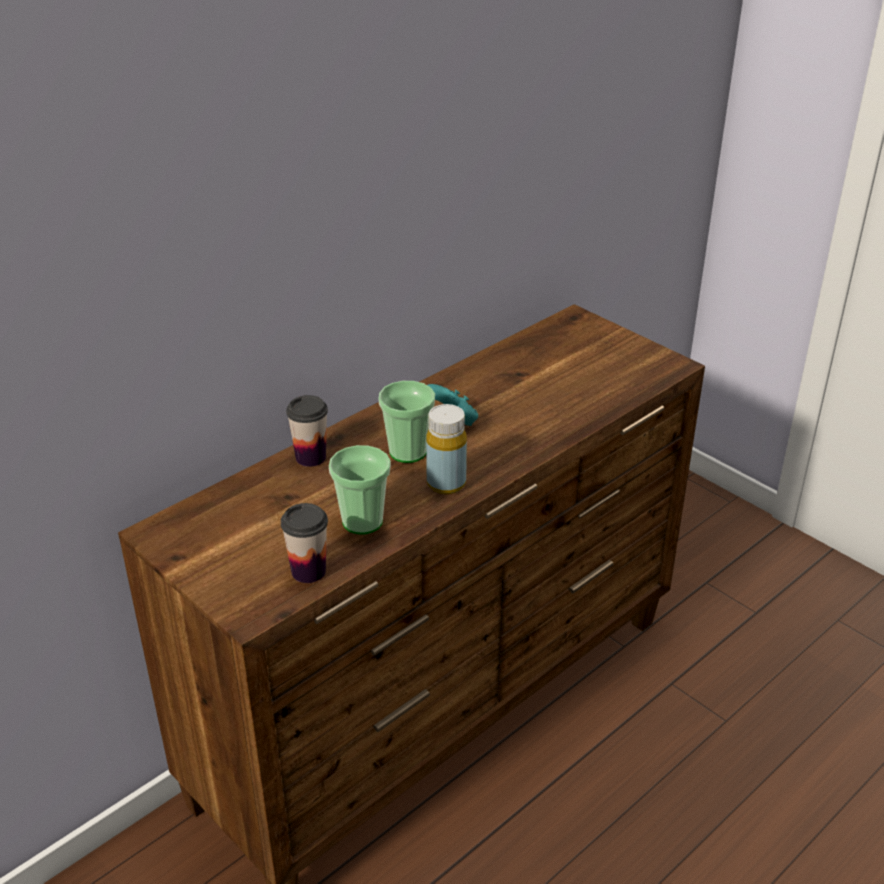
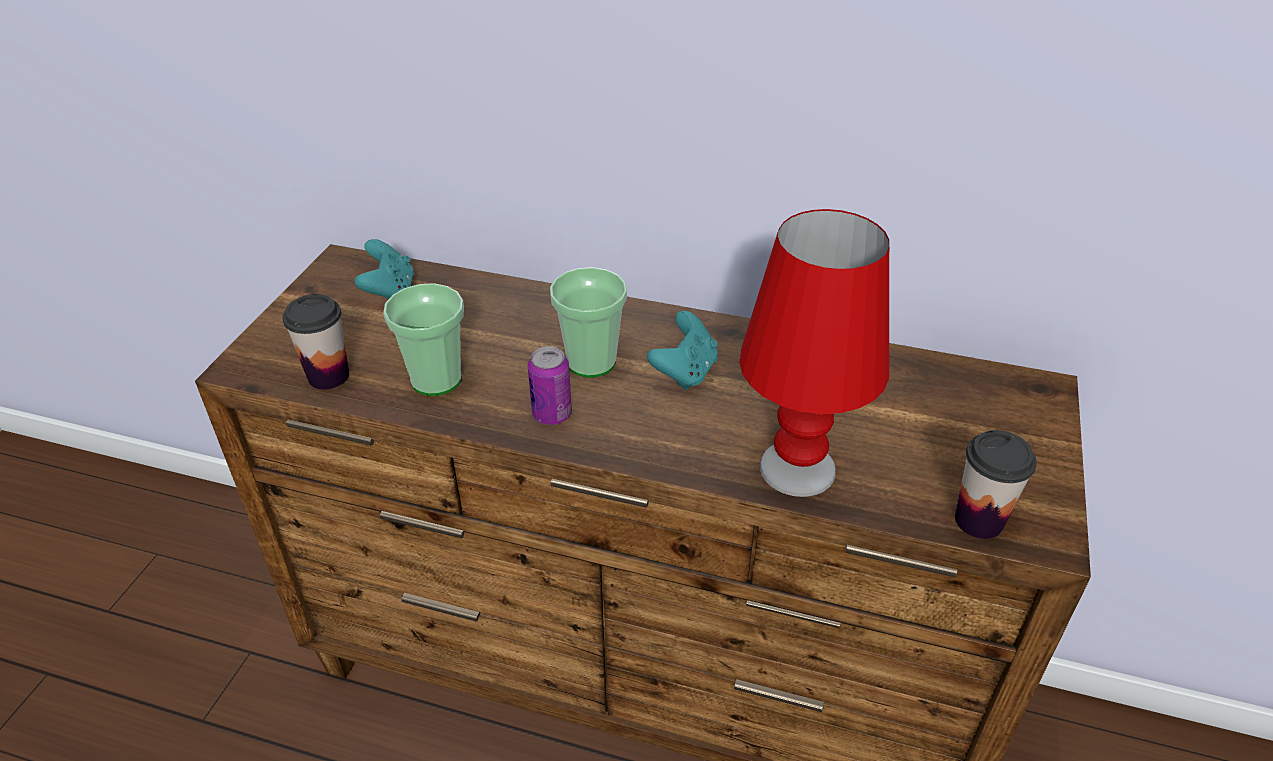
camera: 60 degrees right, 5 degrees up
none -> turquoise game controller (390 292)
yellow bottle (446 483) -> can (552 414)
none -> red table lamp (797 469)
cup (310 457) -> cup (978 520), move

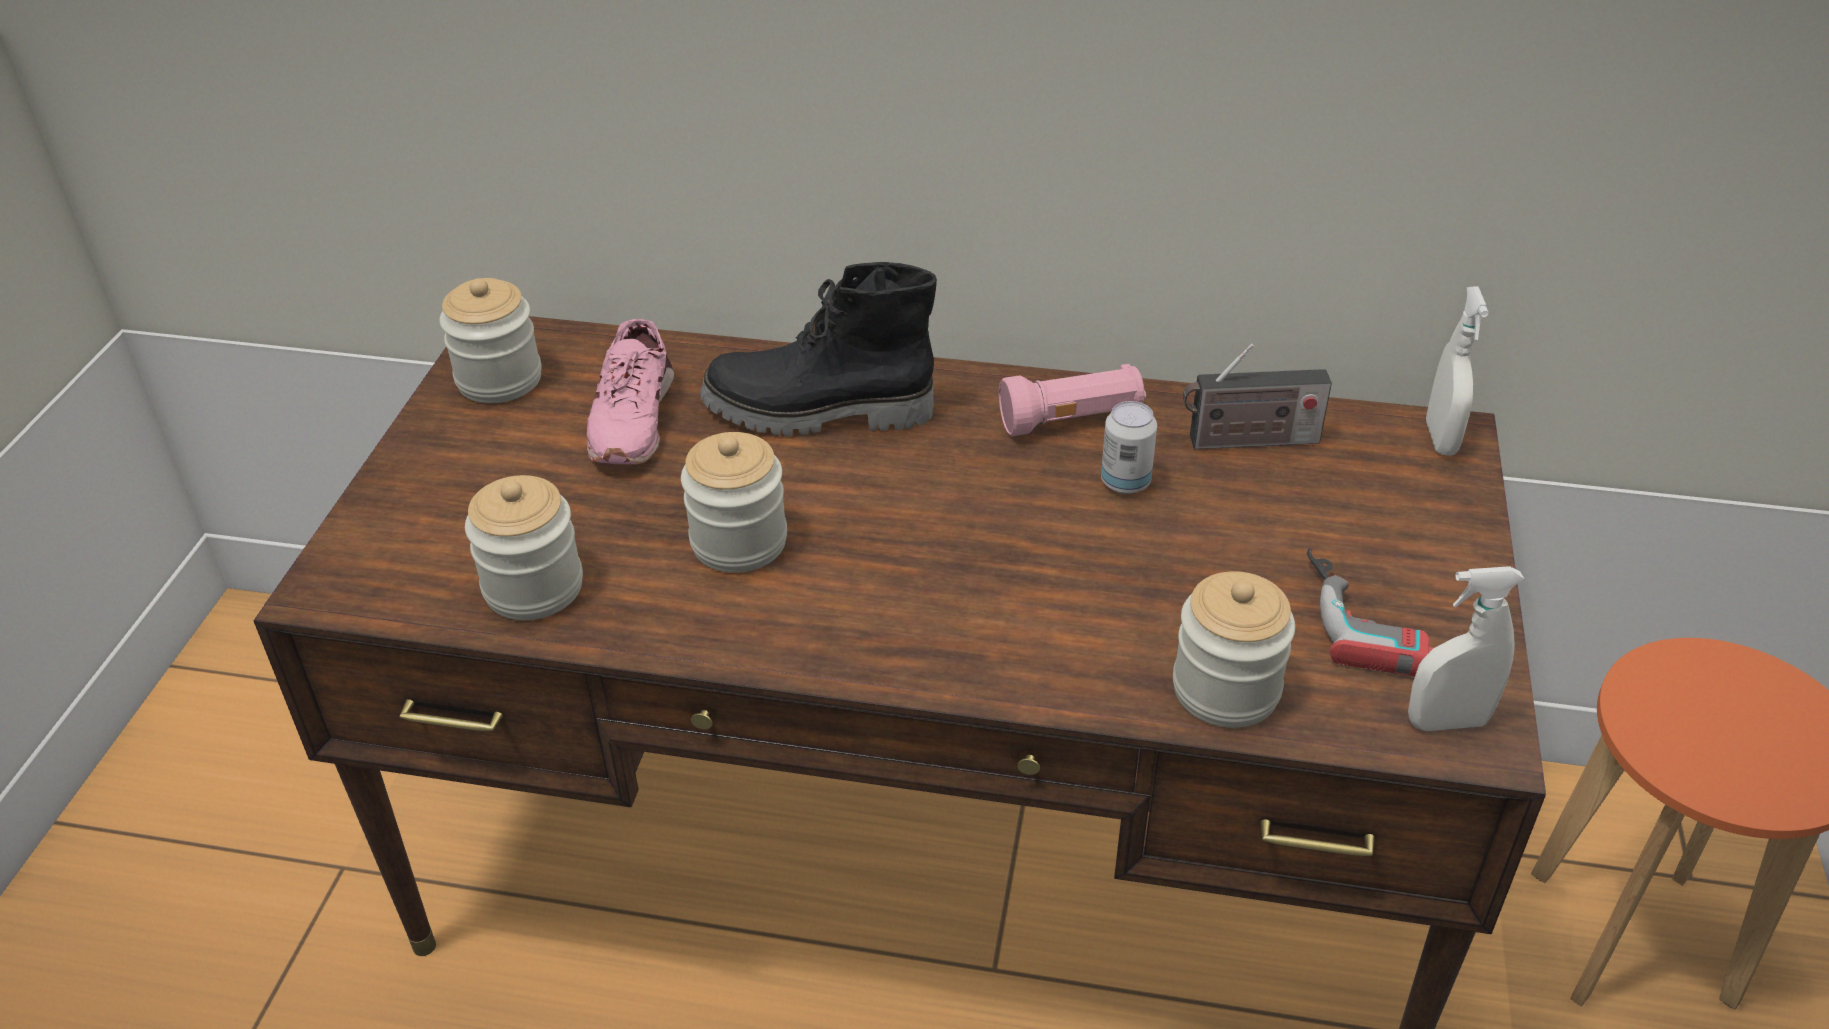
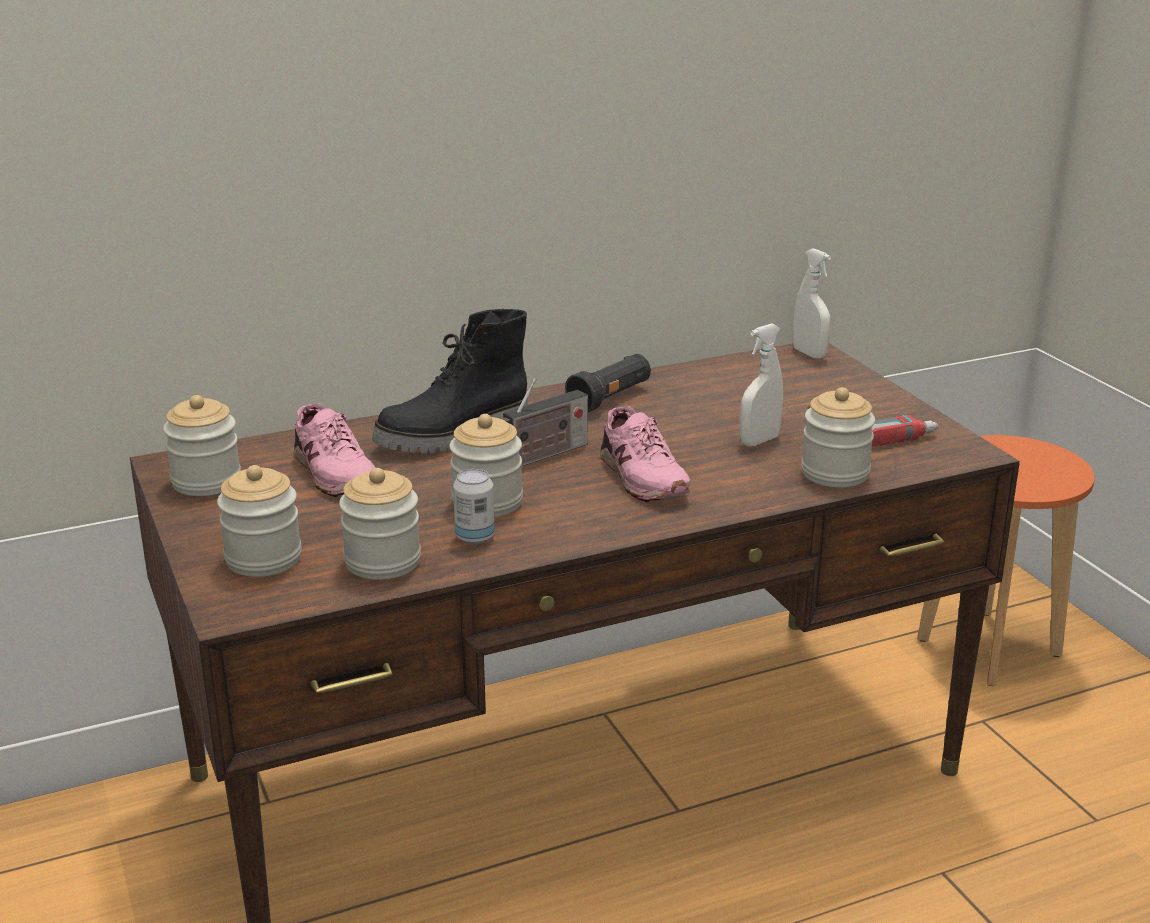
camera: 35 degrees left, 15 degrees down
none -> jar (263 559)
can (1125 482) -> can (475 537), move
radio (1248 441) -> radio (543 455), move
pink flashlight (1072 420) -> black flashlight (610 398)
none -> pink shoe (641 477)
white spray bottle (1447 722) -> white spray bottle (759 441), move

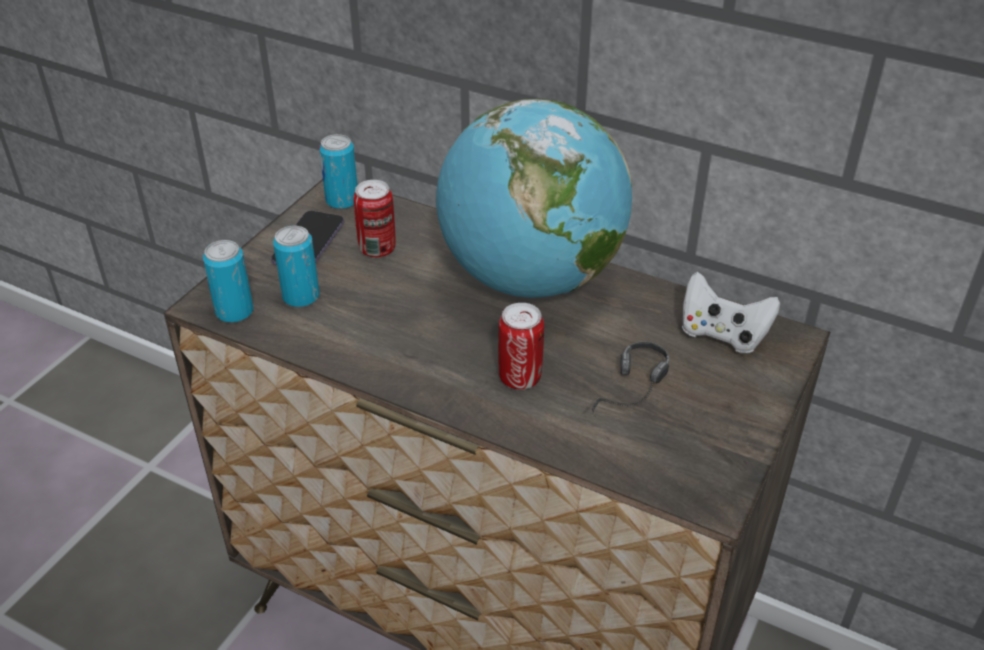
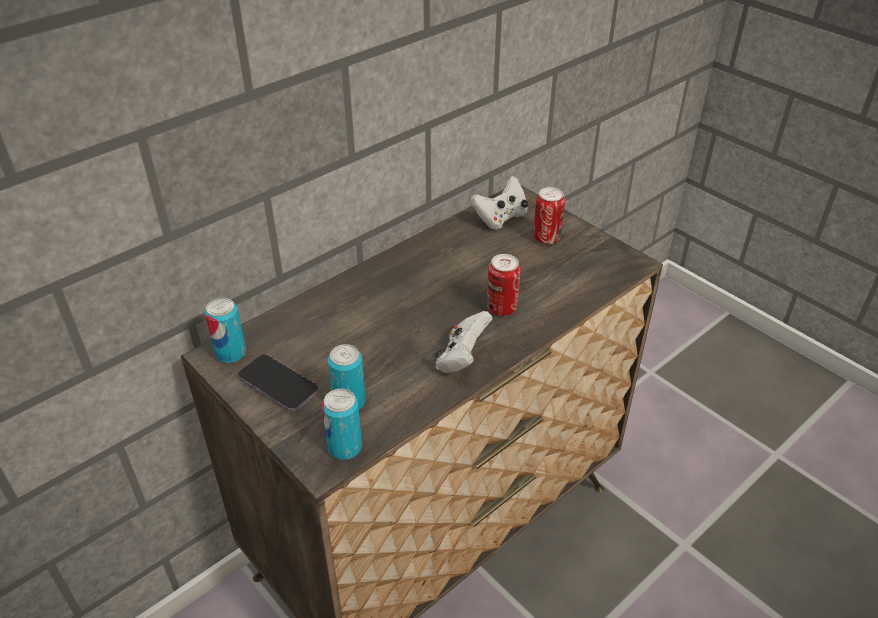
camera: 70 degrees left, 0 degrees up
none -> white game controller (462 358)
can (377 249) -> can (546 238), move
globe (530 279) -> none
headphones (631 396) -> none

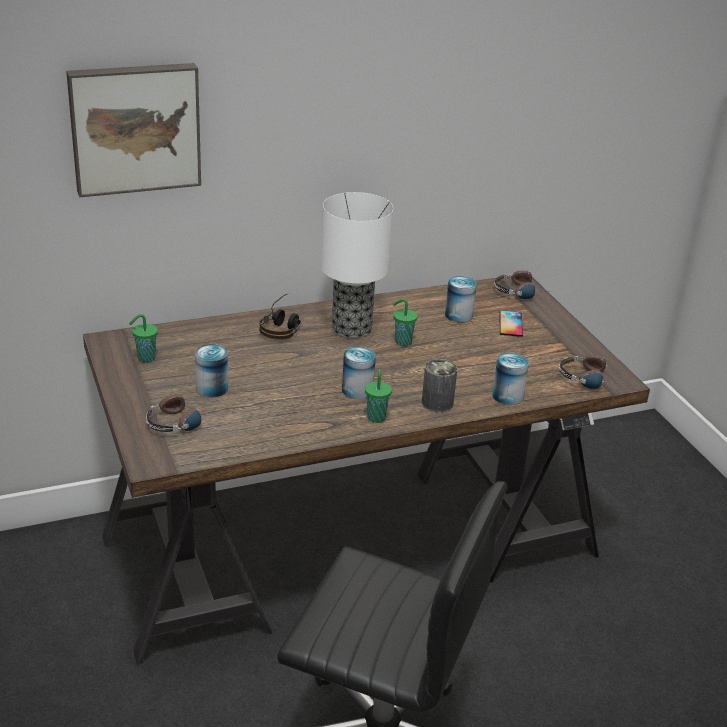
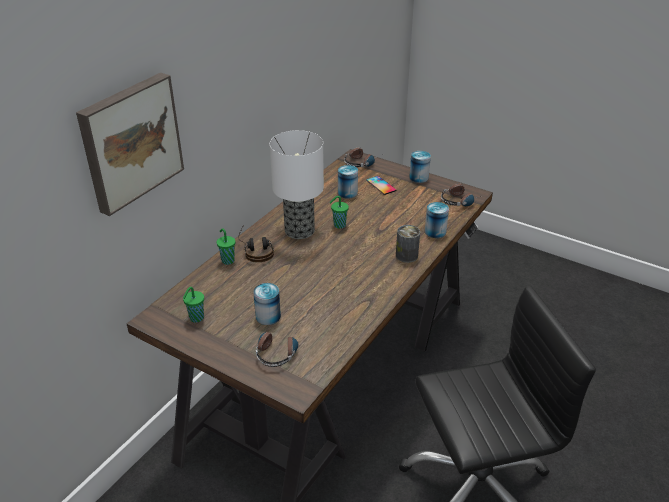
camera: 35 degrees left, 5 degrees up
green cup (376 417) -> green cup (227 260), move
can (357 390) -> can (419 177), move

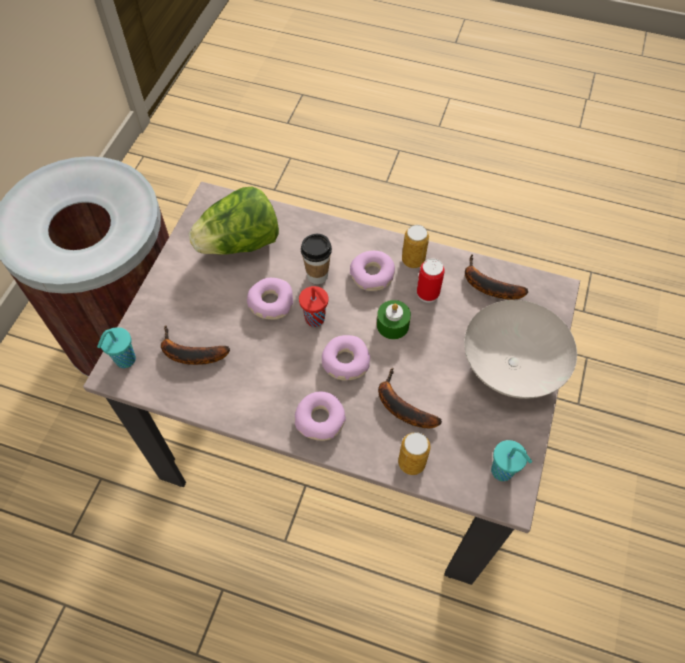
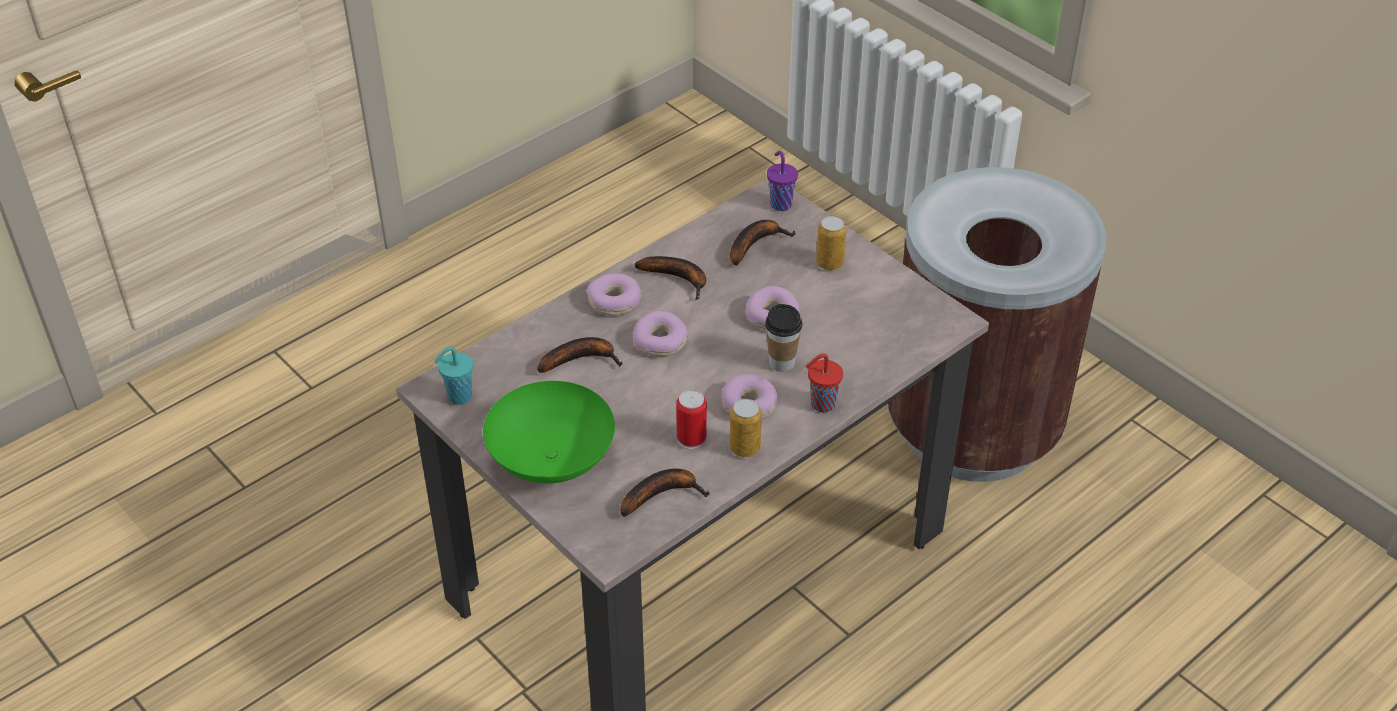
camera: 120 degrees right, 15 degrees down
white bowl (511 368) -> green bowl (550 459)
none -> banana (678 278)
turquoise cup (124 360) -> purple cup (780 203)
red cup (315 319) -> red cup (821 404), move
can (411 463) -> can (829 263), move
lettuce (240 244) -> none
green candle (392 325) -> none

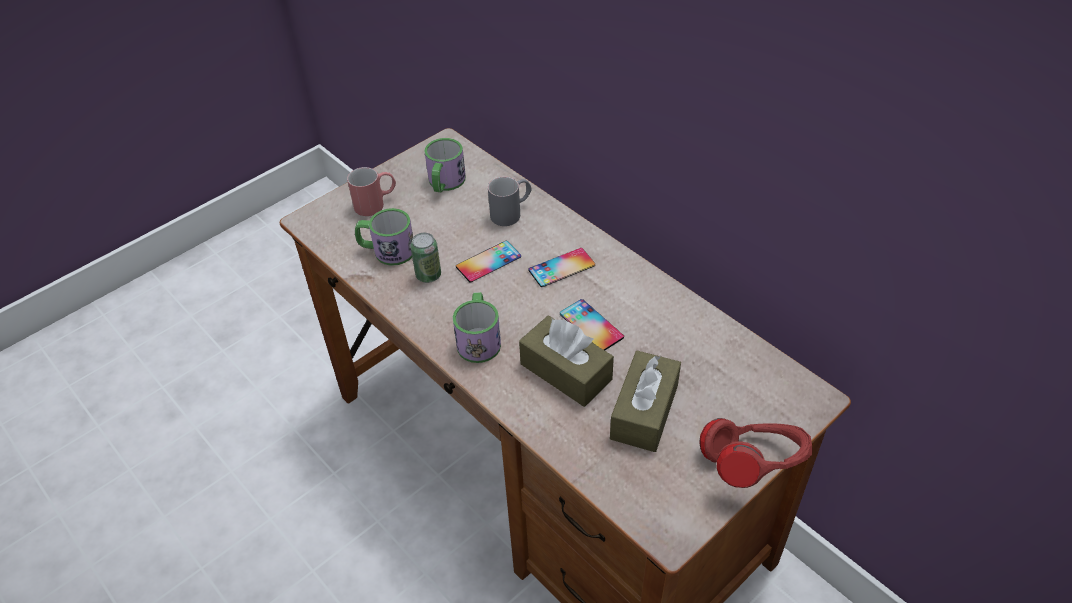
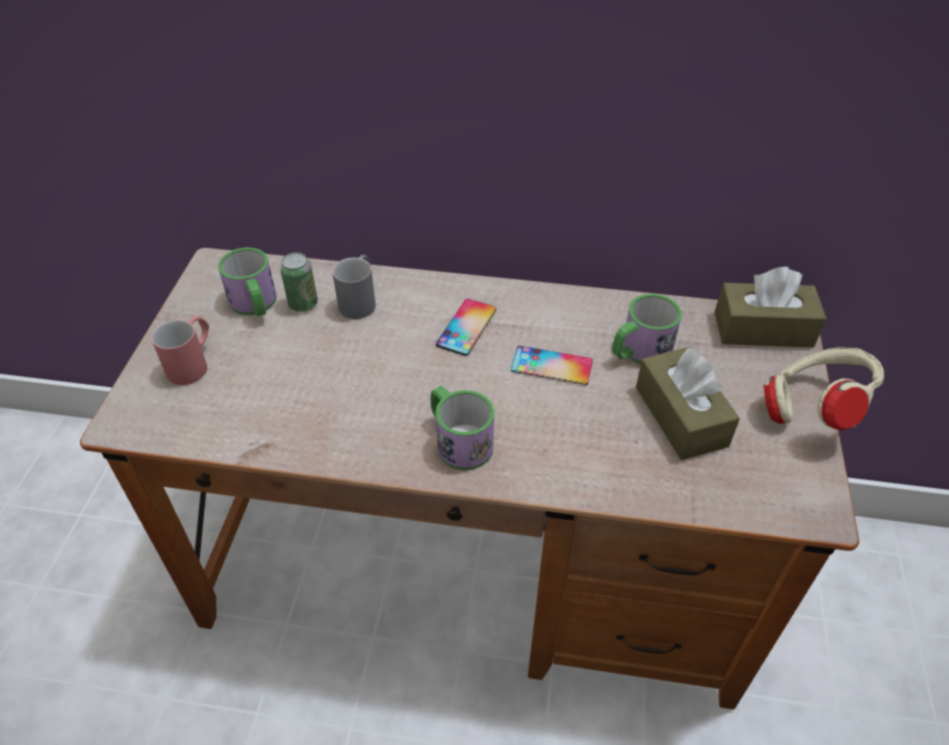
camera: 40 degrees left, 0 degrees up
can (428 275) -> can (303 304), move
mug (387 251) -> mug (639 351), move
brown tissue box (566 371) -> brown tissue box (763 329), move
red headphones (752 467) -> beige headphones (812 409)
phone (488 262) -> none

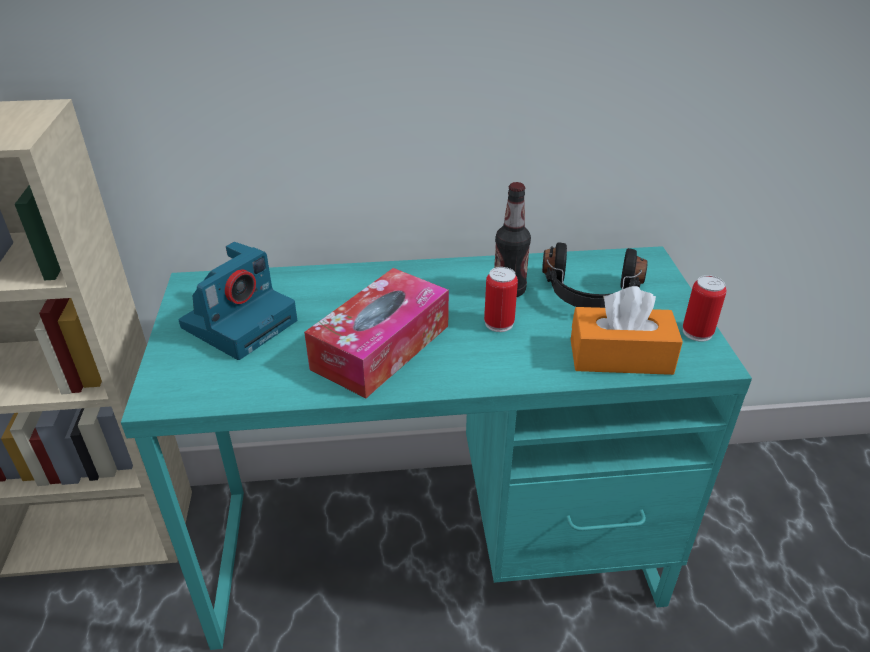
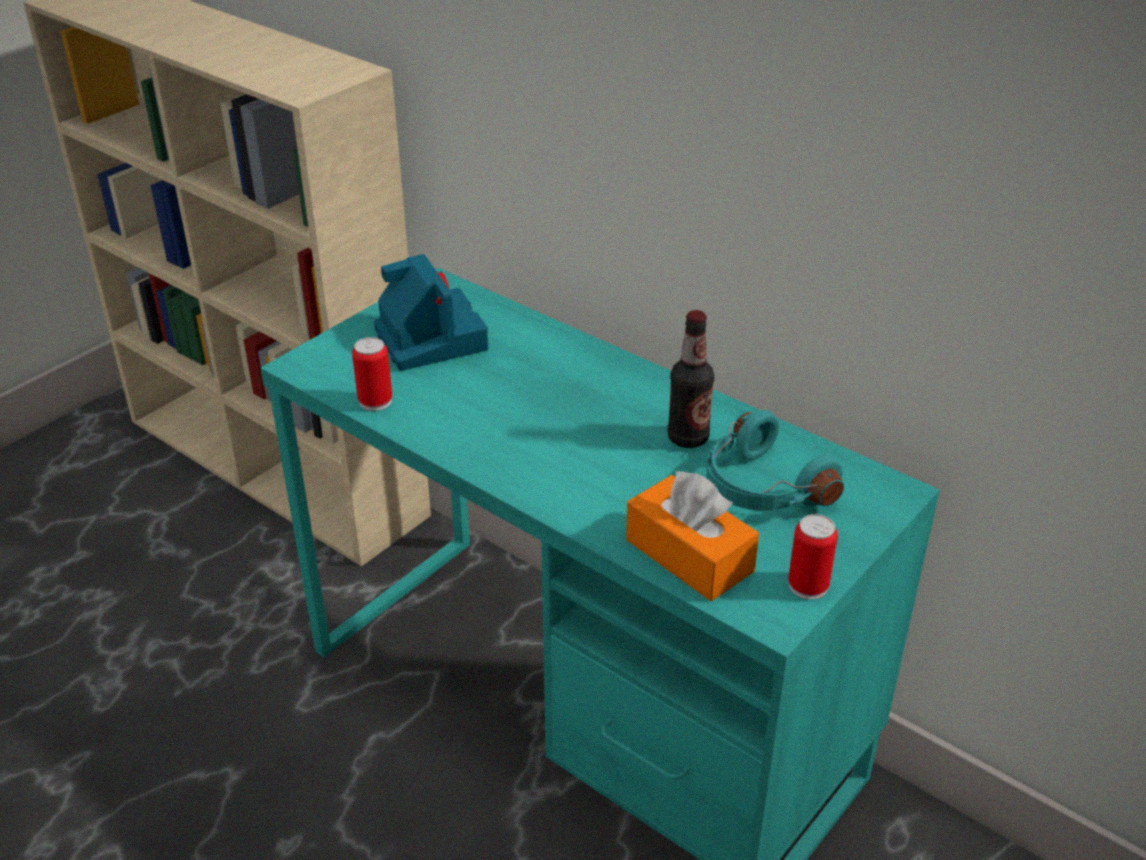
camera: 45 degrees right, 0 degrees up
can (499 323) -> can (375 401), move
photo camera (240 322) -> photo camera (429 338), 105 degrees counterclockwise
black headphones (590 295) -> turquoise headphones (761 488)
tissue box (381 347) -> none

